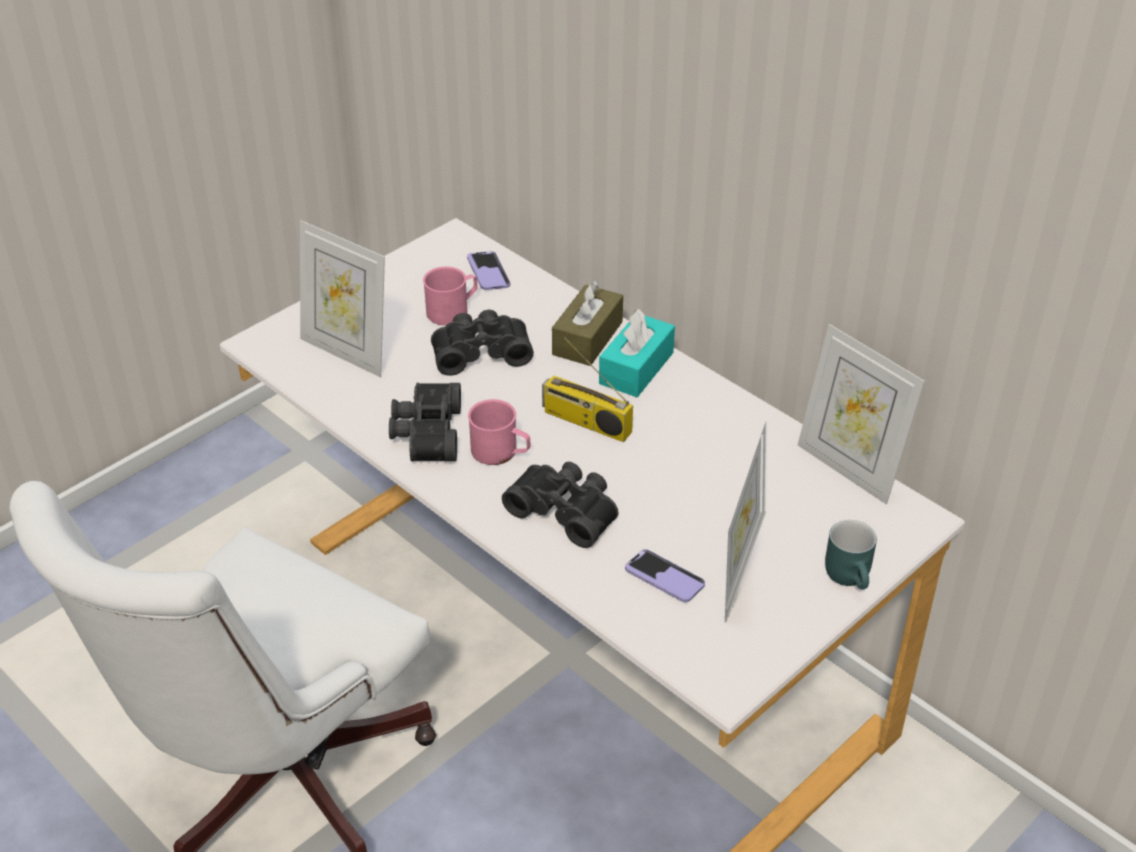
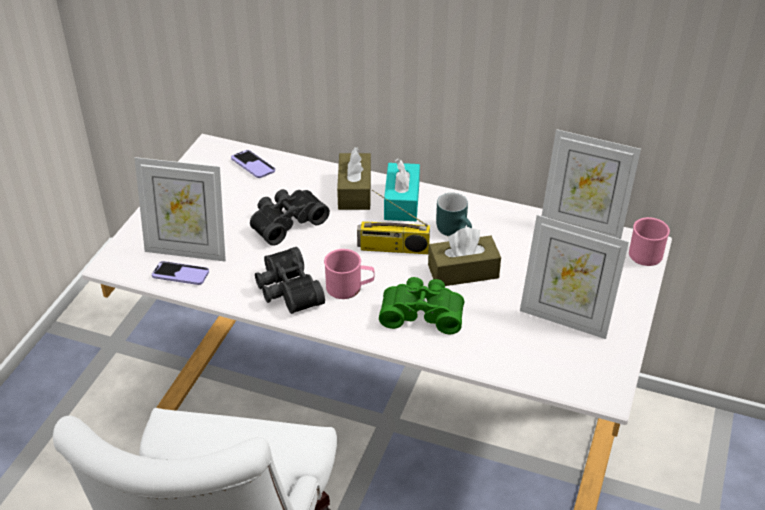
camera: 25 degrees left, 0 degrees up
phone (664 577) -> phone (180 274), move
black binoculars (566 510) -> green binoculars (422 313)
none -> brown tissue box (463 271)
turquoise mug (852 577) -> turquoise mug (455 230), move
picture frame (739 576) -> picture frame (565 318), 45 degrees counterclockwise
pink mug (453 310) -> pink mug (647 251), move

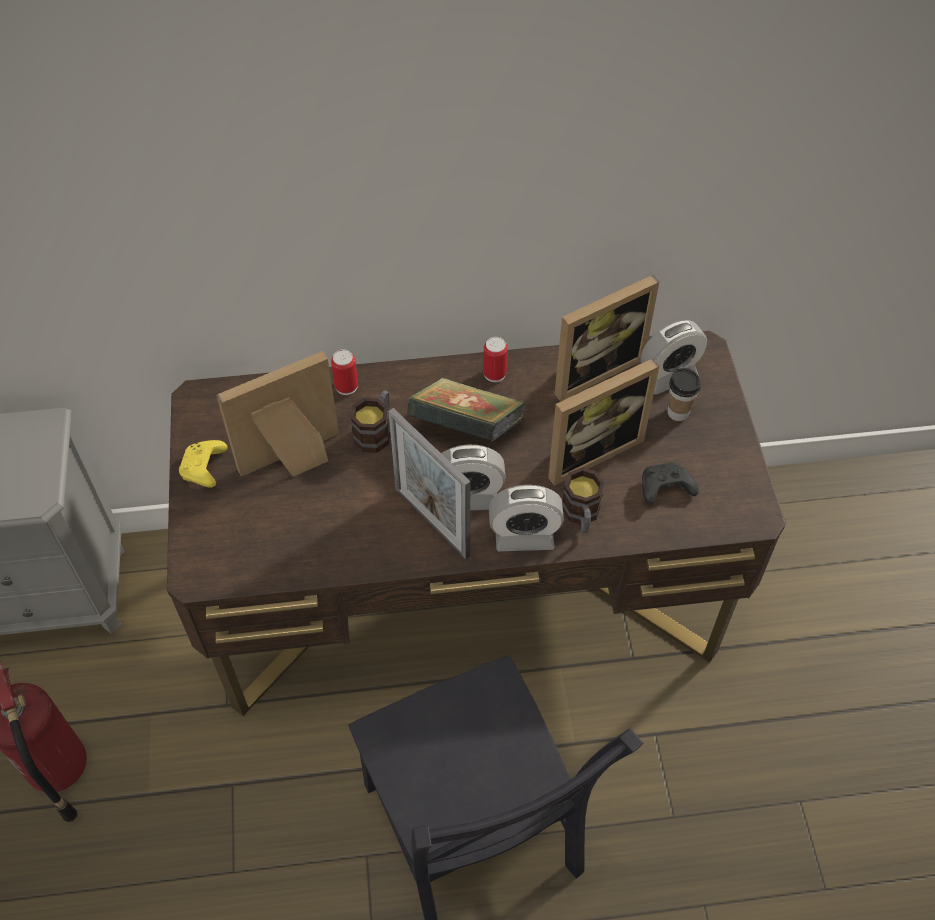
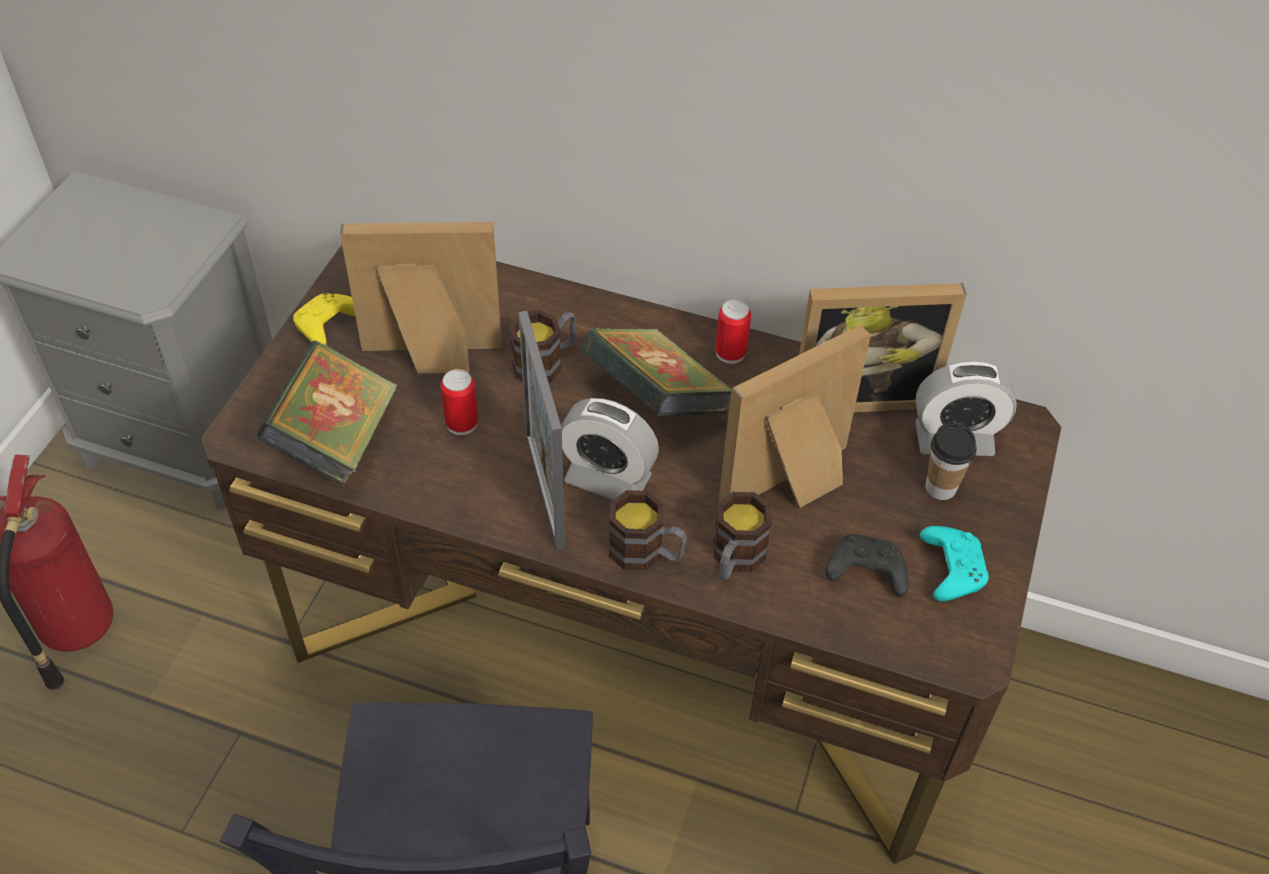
camera: 25 degrees right, 5 degrees down
none -> book (336 441)
can (346 386) -> can (461 423), move
alarm clock (524 536) -> mug (646 553)
picture frame (589 450) -> picture frame (794 486), 150 degrees clockwise
none -> turquoise game controller (950 569)

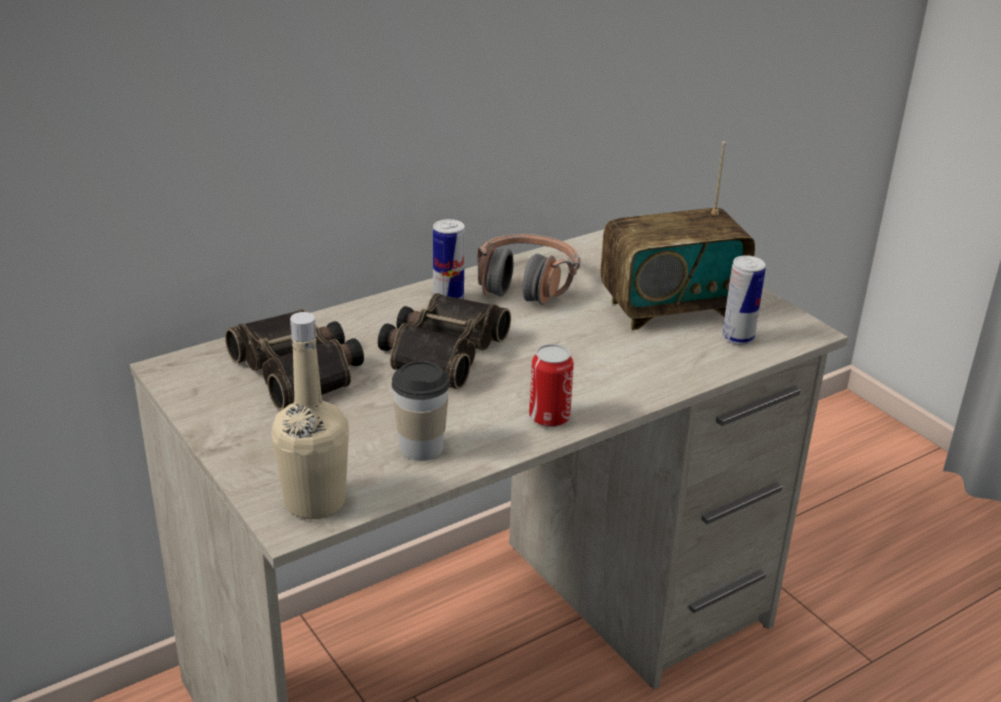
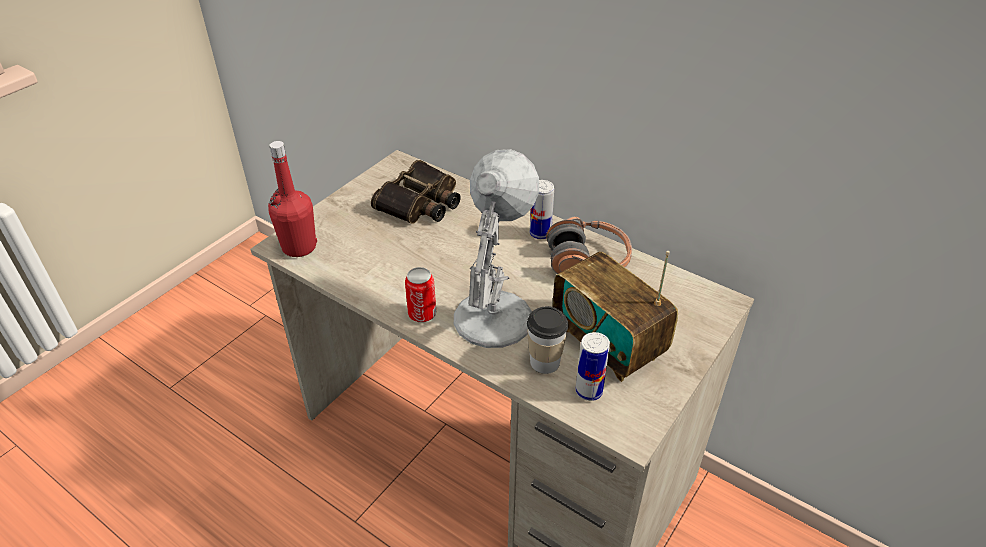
camera: 70 degrees right, 10 degrees up
beige bottle (315 502) -> red bottle (299 247)
none -> white table lamp (494 315)
cup (421 448) -> cup (545 362), move
binoculars (441 351) -> none

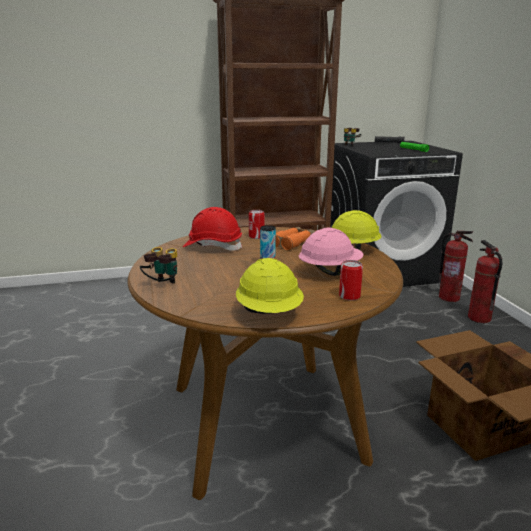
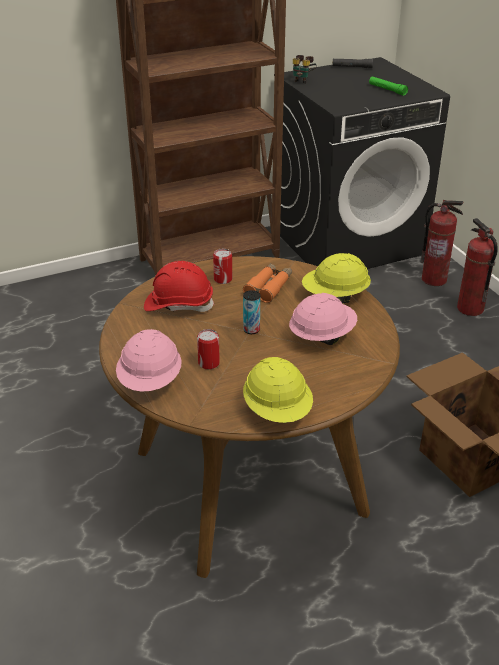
camera: 10 degrees left, 15 degrees up
binoculars (162 286) -> pink hard hat (150 381)
can (349 296) -> can (208 363), move

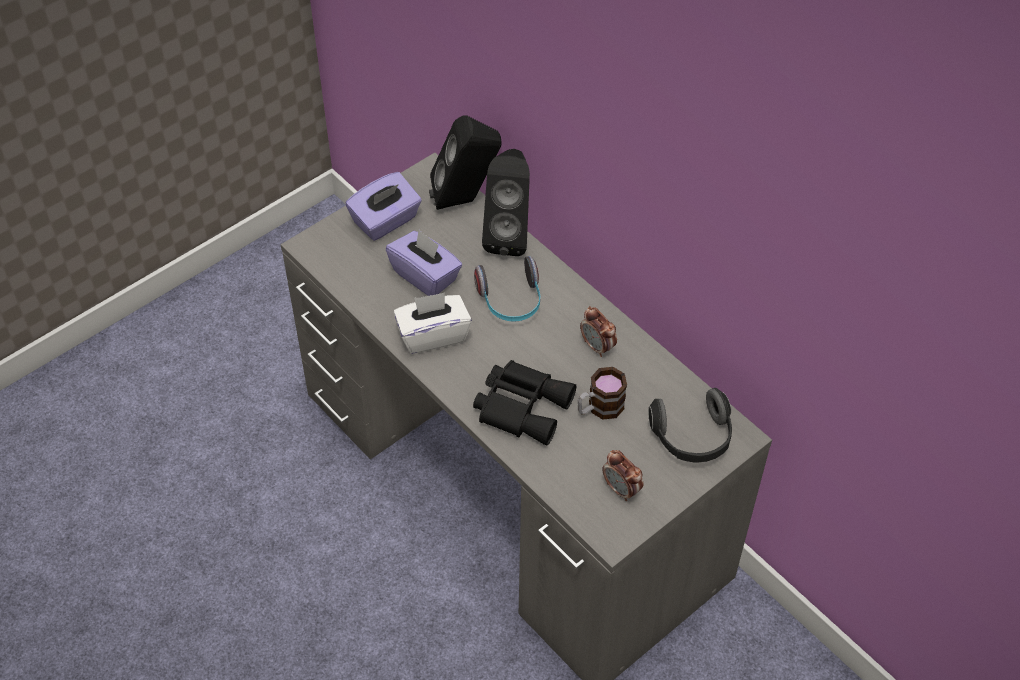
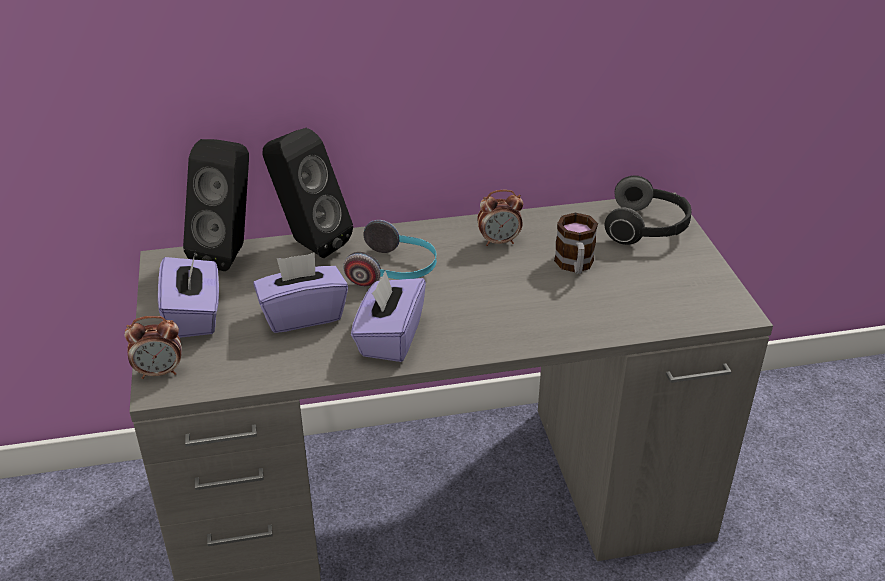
camera: 60 degrees left, 15 degrees down
alarm clock (621 489) -> alarm clock (160 372), move
white tissue box (433 335) -> purple tissue box (389 338)
black binoculars (522 405) -> none

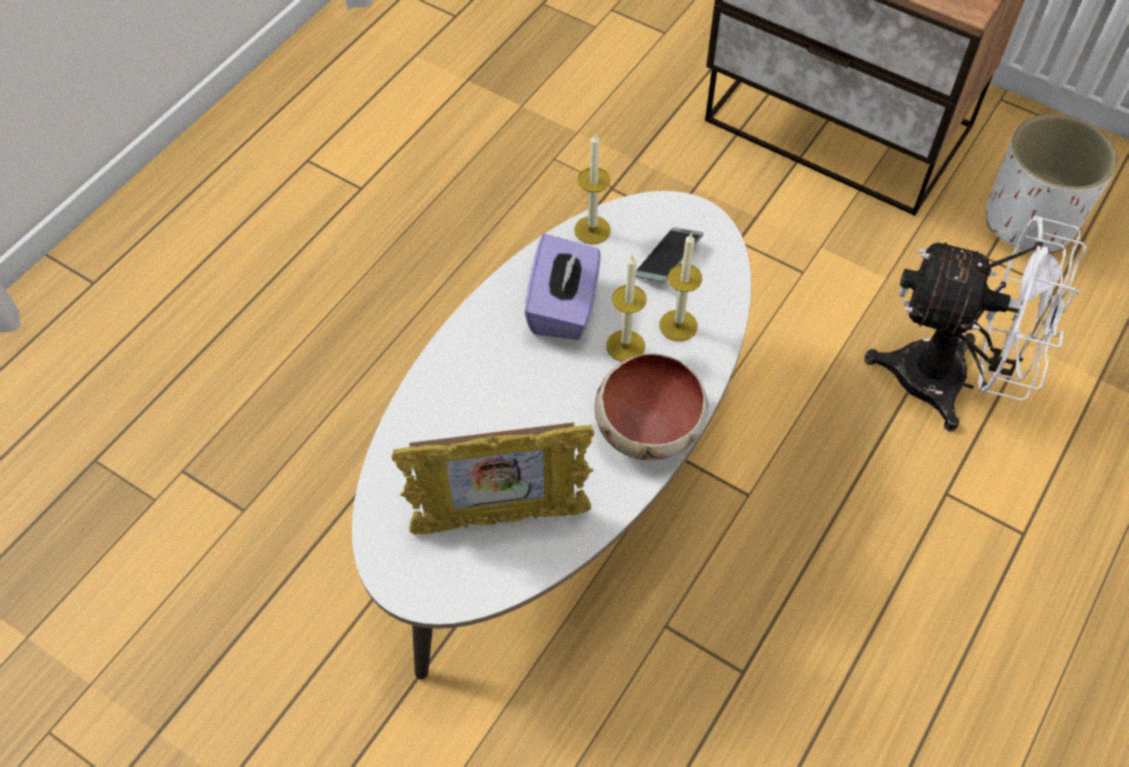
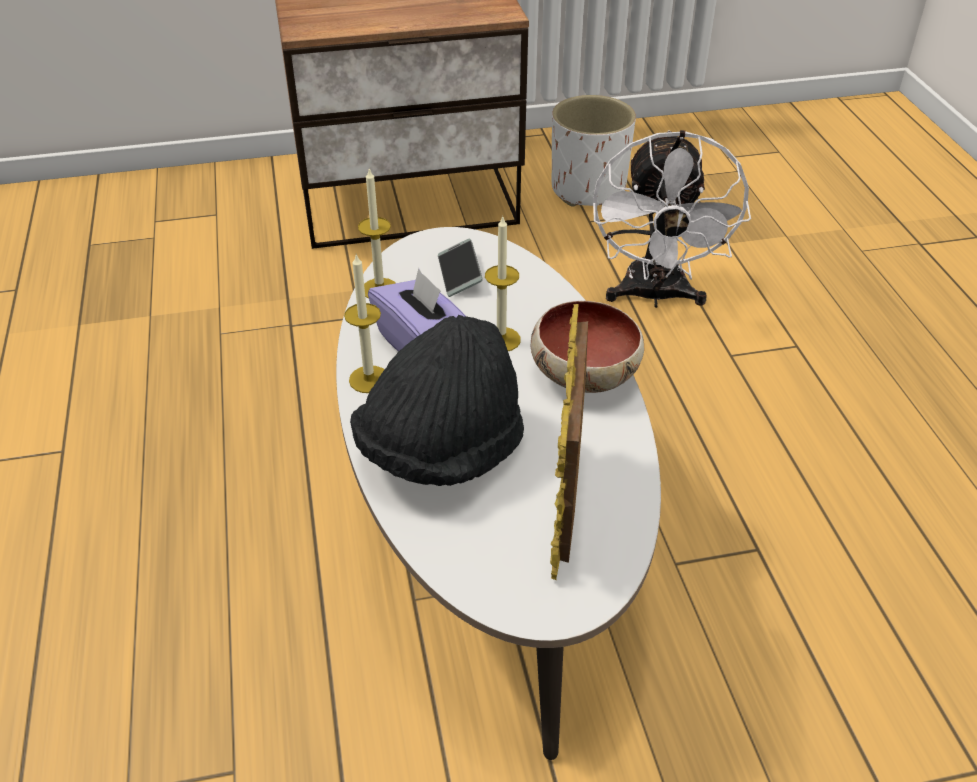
camera: 45 degrees left, 15 degrees down
candle (678 325) -> candle (369 379), move
none -> black hat (441 450)
picture frame (500 519) -> picture frame (564 506), 150 degrees clockwise
white fan (950 382) -> white fan (655 296), 120 degrees clockwise

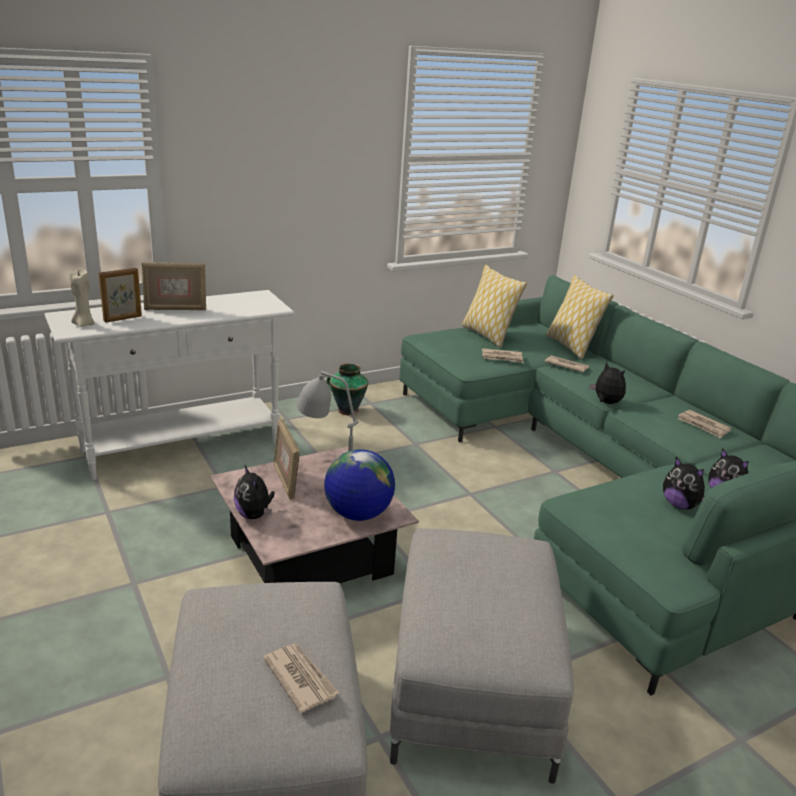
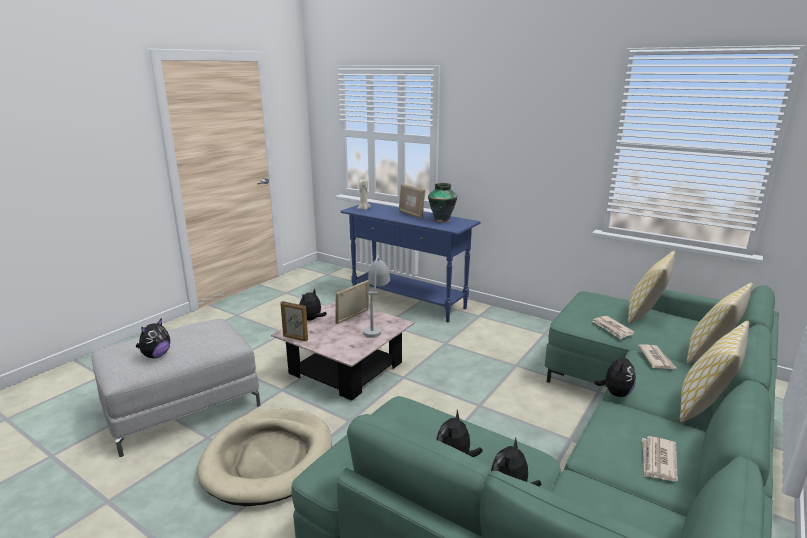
camera: 65 degrees right, 5 degrees down
newspaper (300 678) -> plush toy (156 355)
grey ottoman (470 681) -> beige dog bed (269 459)
picture frame (123 319) -> picture frame (295 338), move
white console table (183 447) -> blue console table (408 301)
vase (346 410) -> vase (442 220), move
none -> pillow (704 406)
globe (357 514) -> none

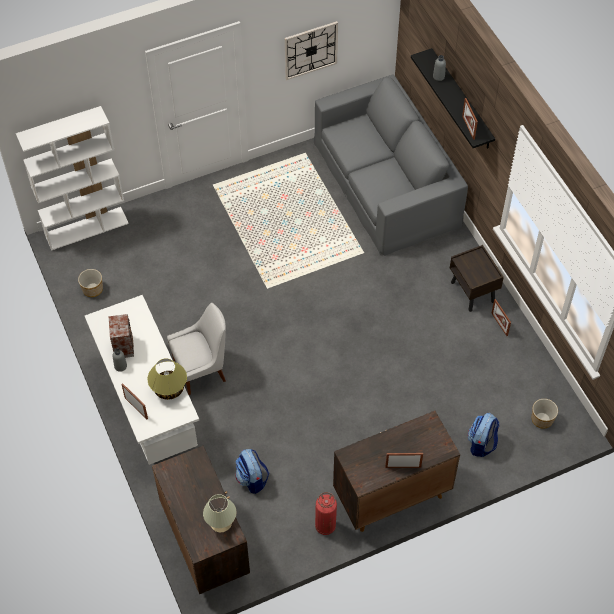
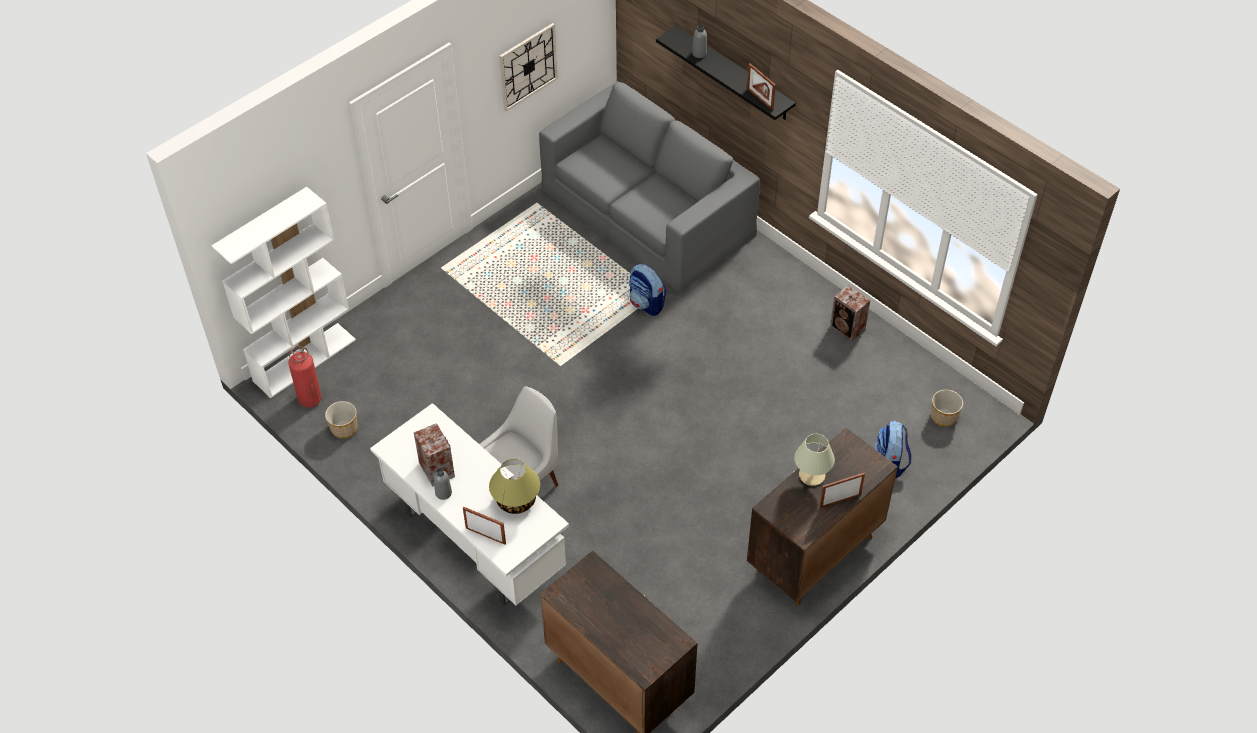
camera: 20 degrees left, 5 degrees down
fire extinguisher (325 526) -> fire extinguisher (310 399), move
backpack (252 479) -> backpack (646 304), move
beige table lamp (220 523) -> beige table lamp (811 475), move
picture frame (499 324) -> speaker (848 328)
brown nightstand (473 292) -> none

